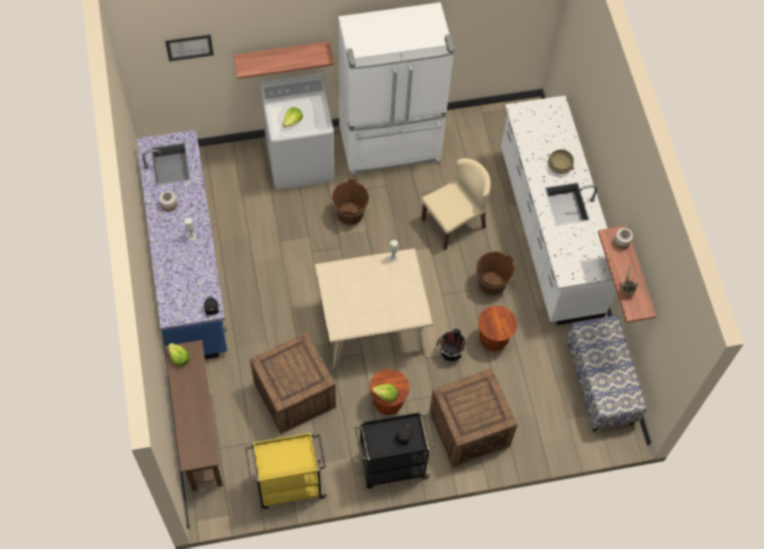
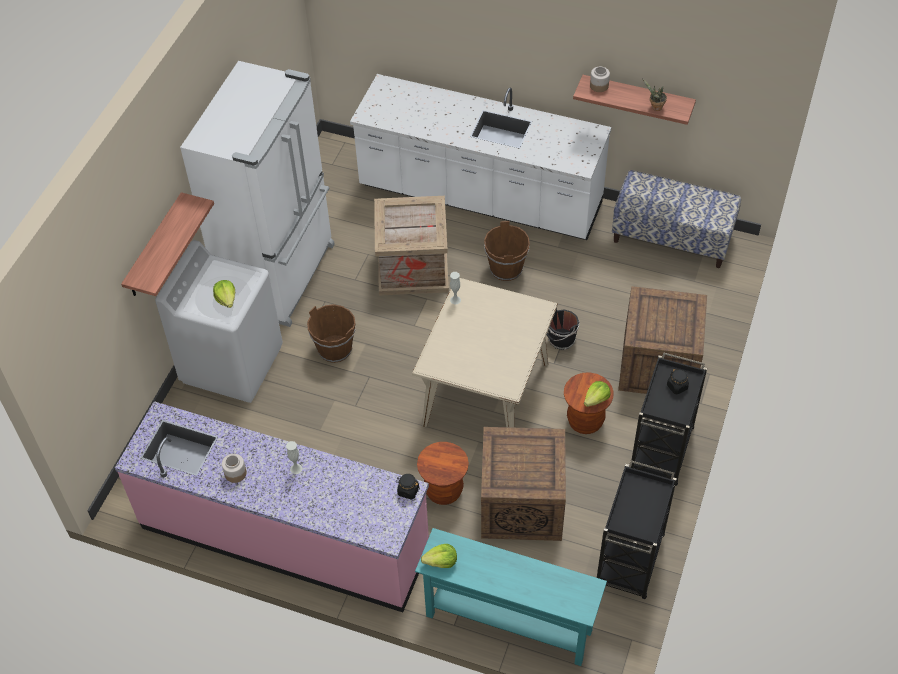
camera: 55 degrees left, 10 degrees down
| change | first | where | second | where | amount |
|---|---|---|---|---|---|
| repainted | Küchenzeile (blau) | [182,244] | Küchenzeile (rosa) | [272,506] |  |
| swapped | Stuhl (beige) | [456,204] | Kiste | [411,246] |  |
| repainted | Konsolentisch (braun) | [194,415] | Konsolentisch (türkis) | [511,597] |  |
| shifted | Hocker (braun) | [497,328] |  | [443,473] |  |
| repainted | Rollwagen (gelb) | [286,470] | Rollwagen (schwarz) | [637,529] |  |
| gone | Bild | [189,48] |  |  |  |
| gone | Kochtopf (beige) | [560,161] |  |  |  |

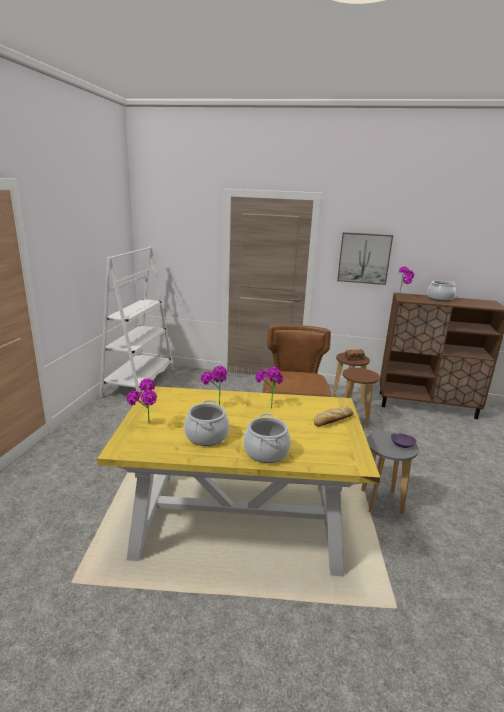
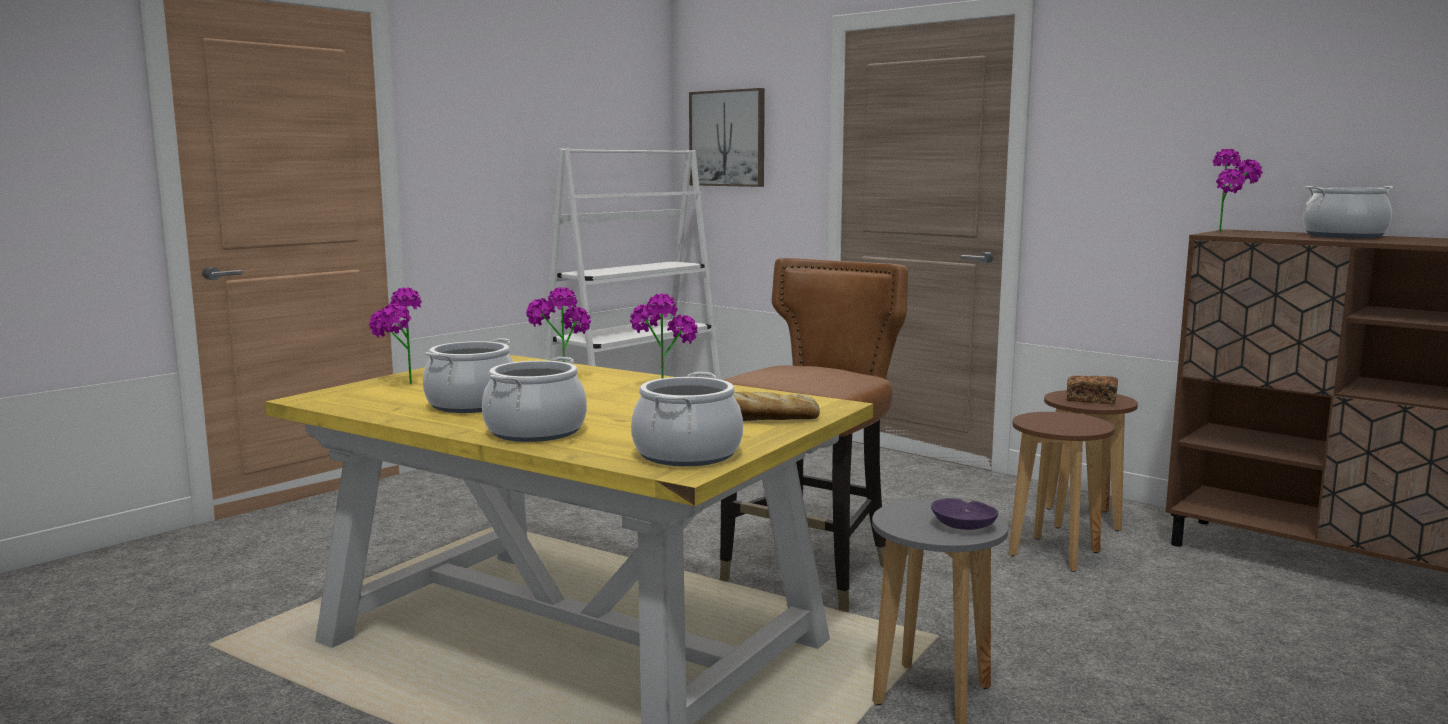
camera: 30 degrees right, 10 degrees down
| change | first | where | second | where | amount |
|---|---|---|---|---|---|
| new |  |  | Kochtopf | [687,419] |  |
| shifted | Bild | [365,258] |  | [727,137] |  |

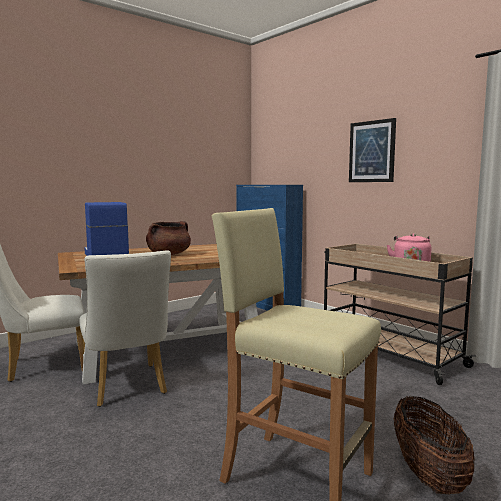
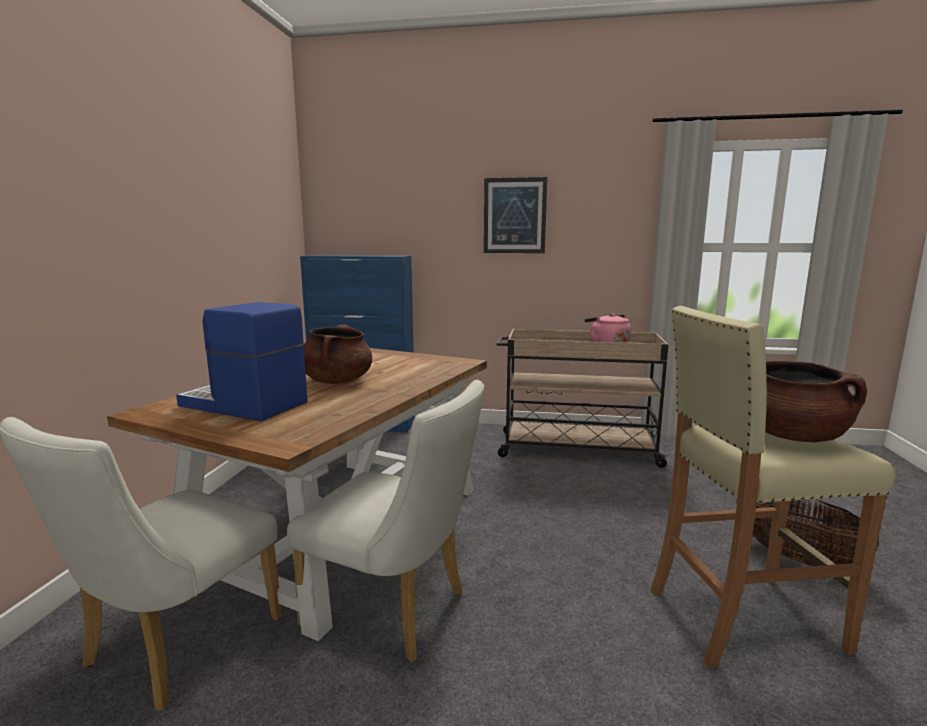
camera: 40 degrees left, 5 degrees up
| change | first | where | second | where | amount |
|---|---|---|---|---|---|
| new |  |  | Kochtopf (braun) | [816,402] |  |

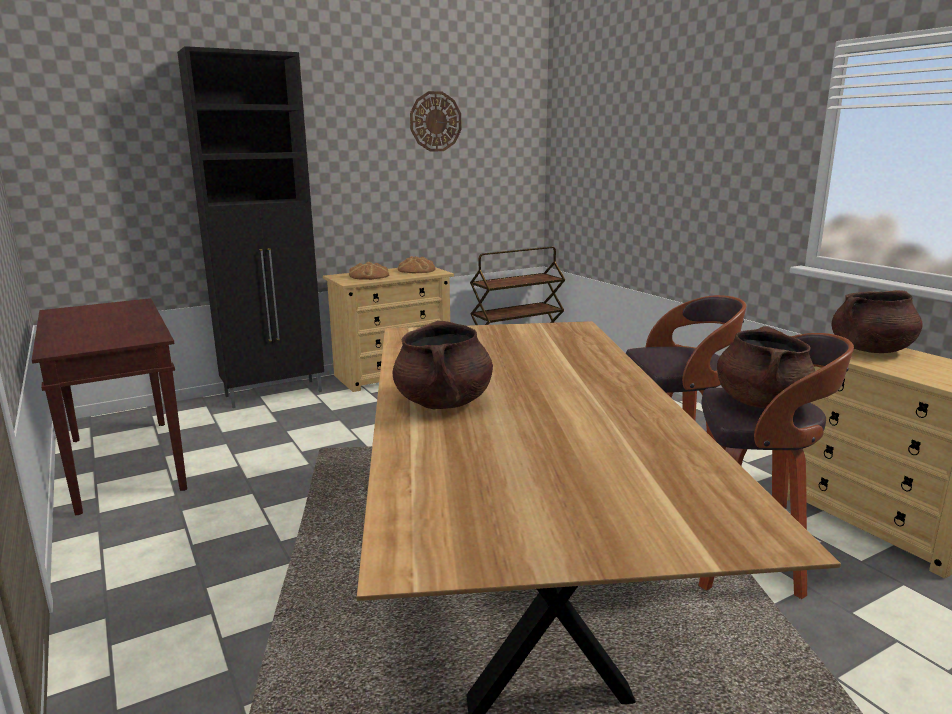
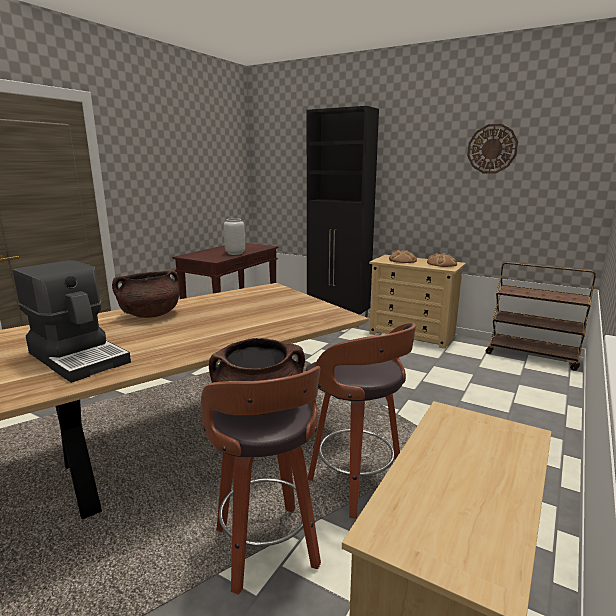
camera: 60 degrees right, 0 degrees up
| change | first | where | second | where | amount |
|---|---|---|---|---|---|
| new |  |  | Kaffeemaschine | [72,321] |  |
| new |  |  | Vase (grau) | [234,236] |  |
| gone | Kochtopf (braun) | [877,321] |  |  |  |

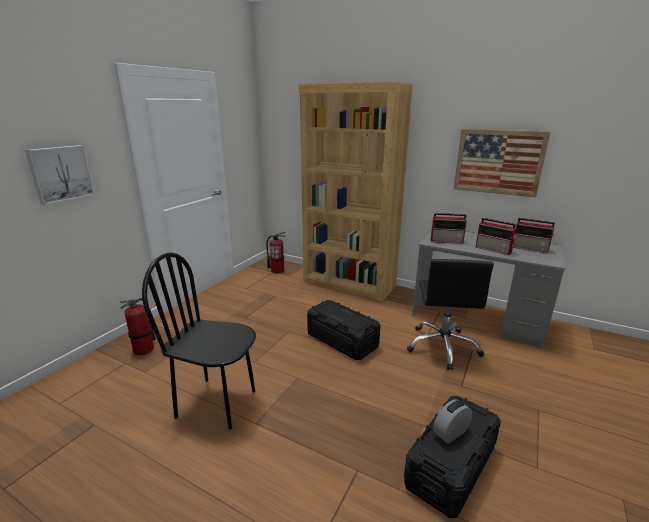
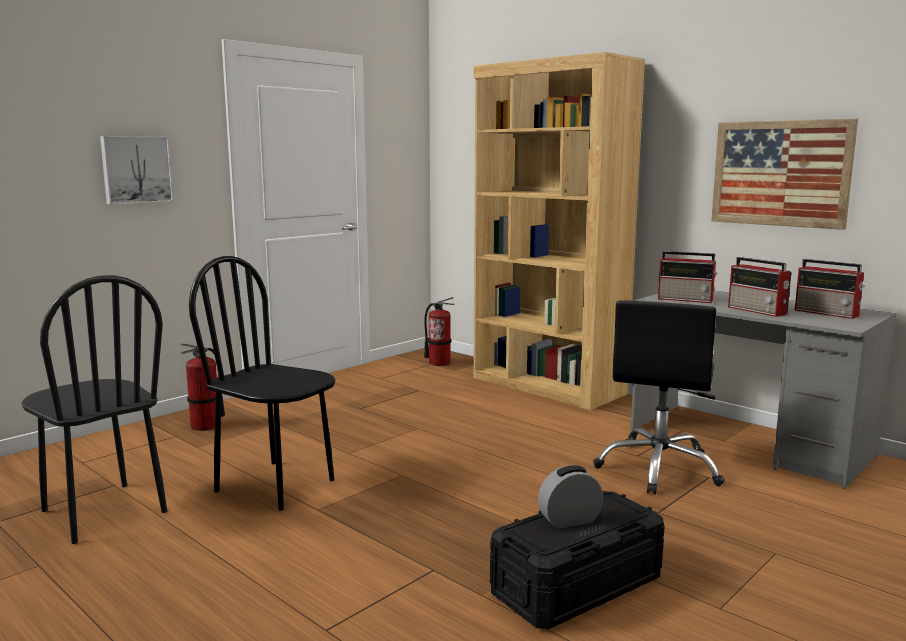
camera: 15 degrees right, 10 degrees down
| change | first | where | second | where | amount |
|---|---|---|---|---|---|
| new |  |  | Stuhl (schwarz) | [94,409] |  |
| gone | Aufbewahrungsbox (schwarz) | [344,330] |  |  |  |

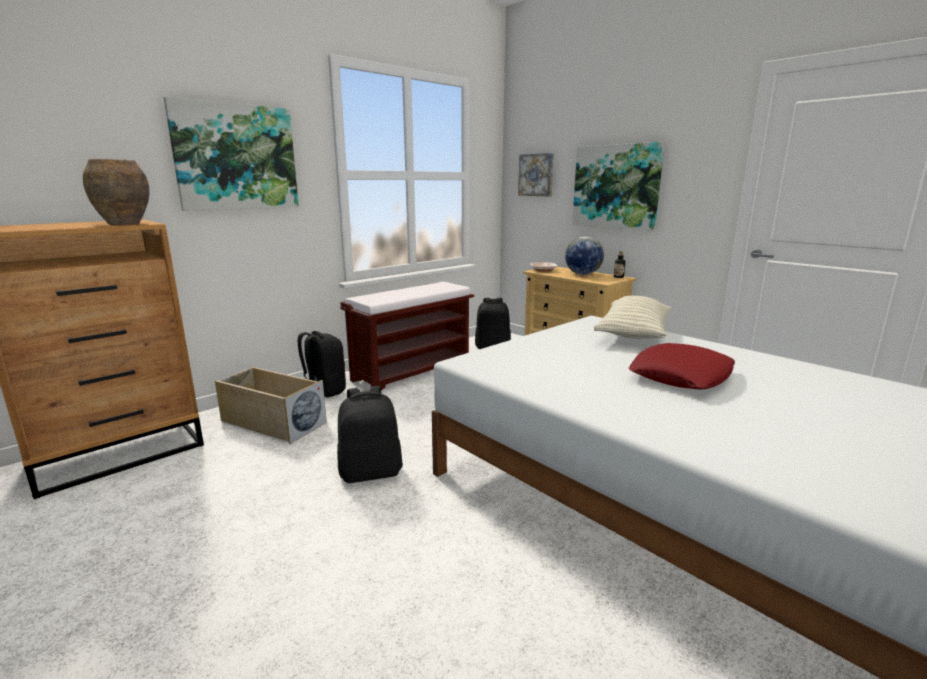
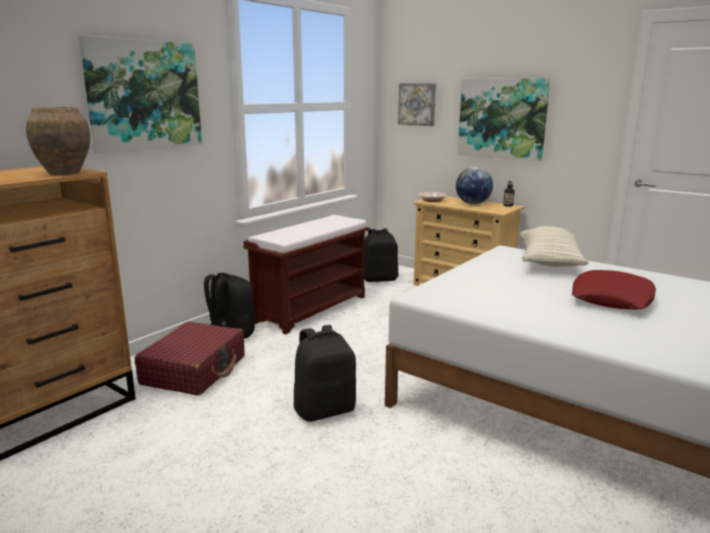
camera: 10 degrees left, 0 degrees up
| change | first | where | second | where | amount |
|---|---|---|---|---|---|
| swapped | Aufbewahrungsbox (beige) | [271,405] | Koffer (rot) | [190,359] |  |

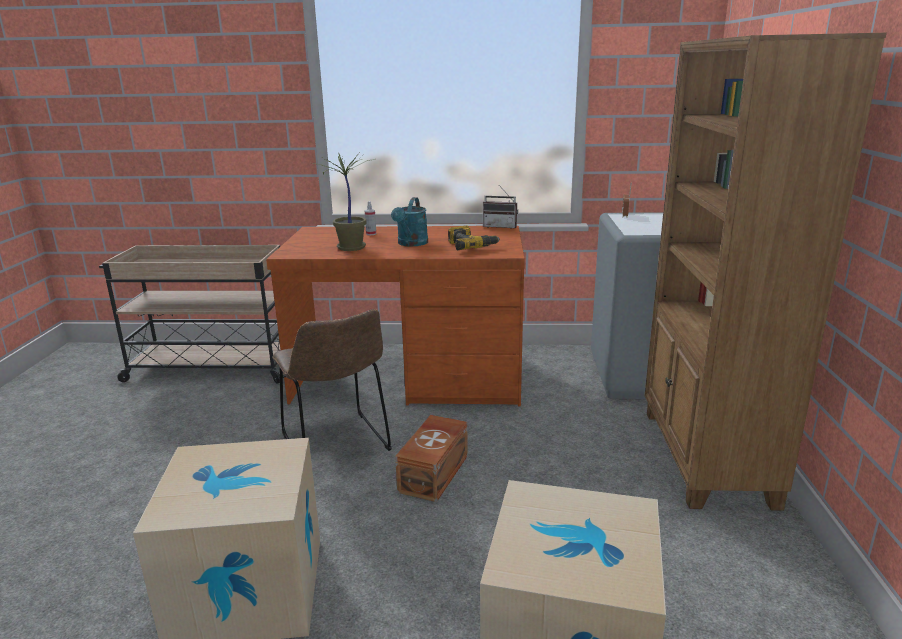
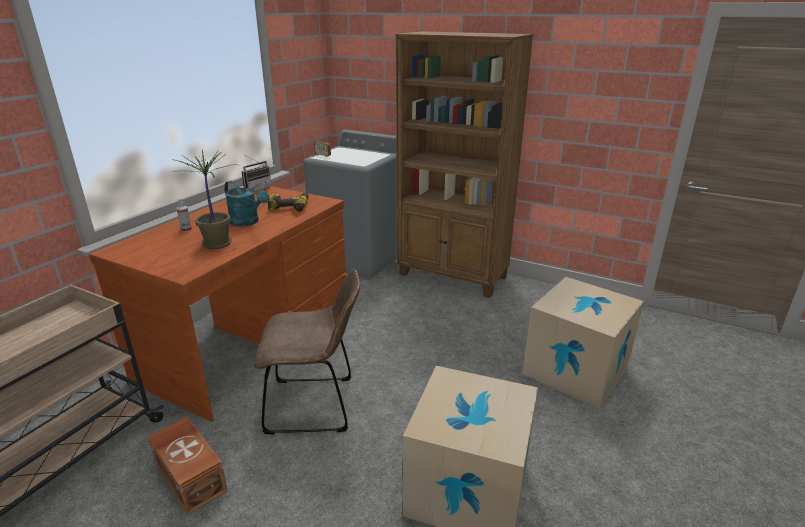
camera: 65 degrees left, 5 degrees up
| change | first | where | second | where | amount |
|---|---|---|---|---|---|
| shifted | Aufbewahrungsbox (braun) | [431,458] |  | [188,466] |  |

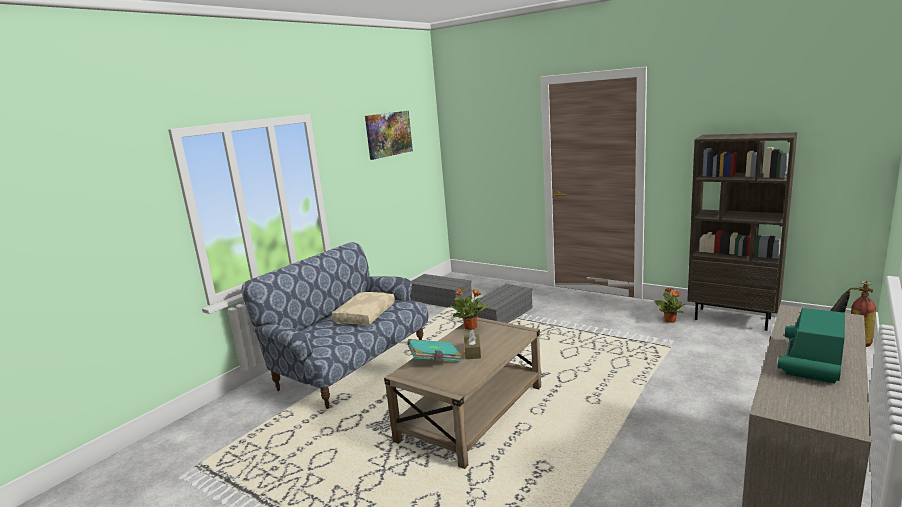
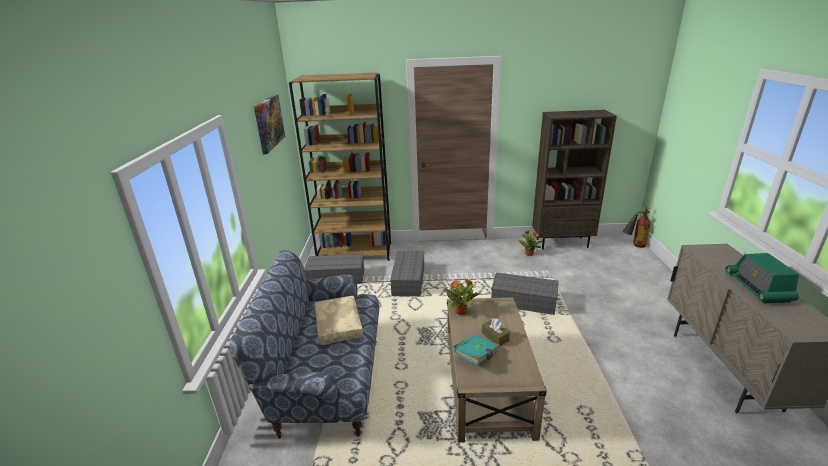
camera: 35 degrees left, 10 degrees up
| change | first | where | second | where | amount |
|---|---|---|---|---|---|
| new |  |  | Bücherregal (braun) | [340,167] |  |
| new |  |  | Aufbewahrungsbox (grau) | [525,293] |  |

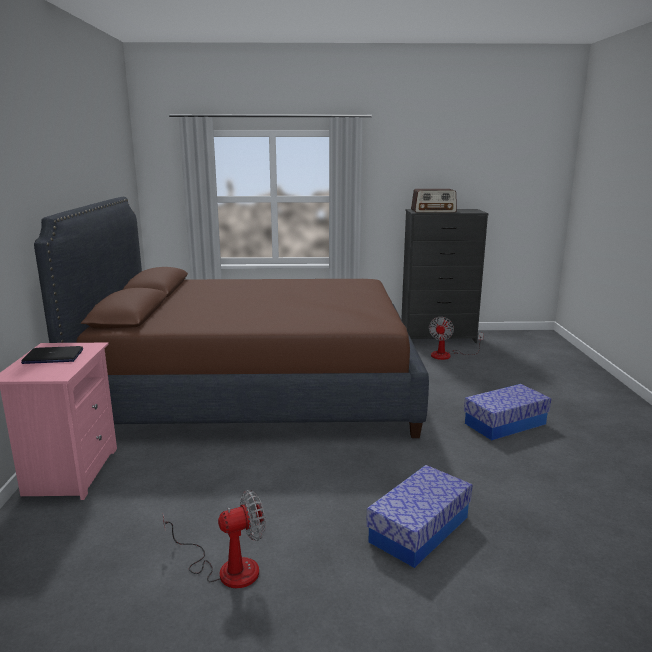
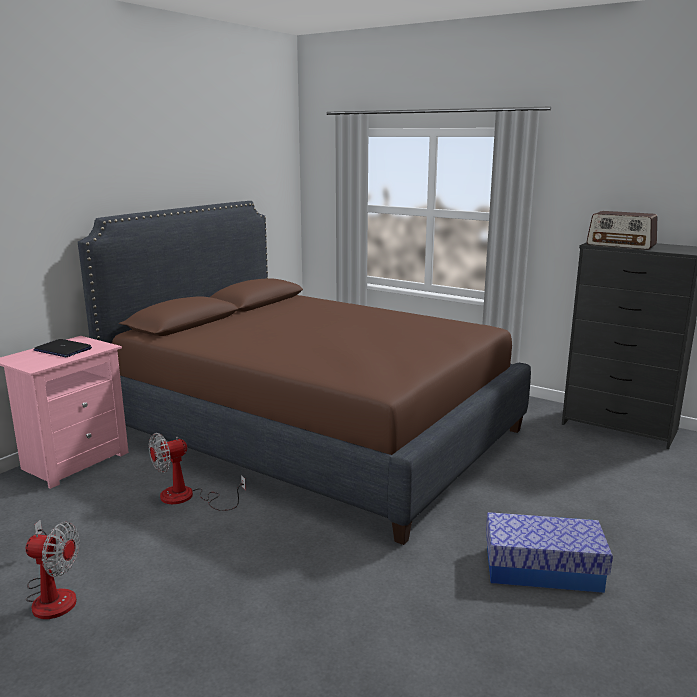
camera: 35 degrees right, 0 degrees up
| change | first | where | second | where | amount |
|---|---|---|---|---|---|
| shifted | Ventilator | [456,338] |  | [197,472] |  |
| gone | Aufbewahrungsbox | [419,516] |  |  |  |

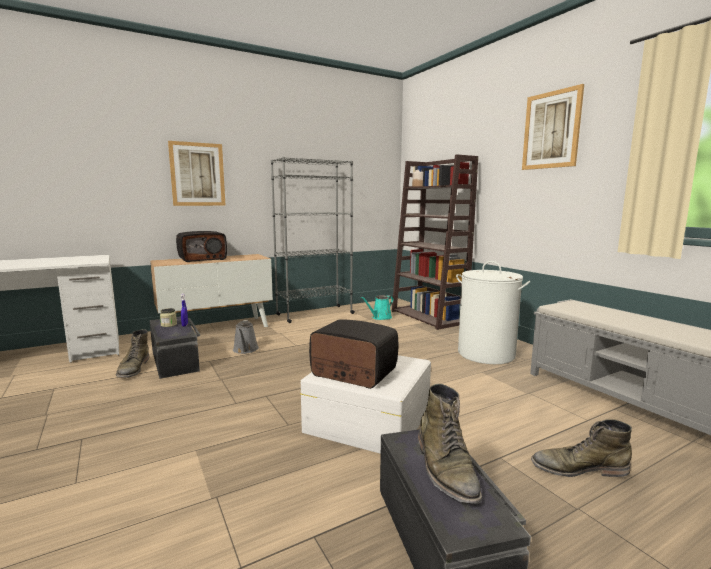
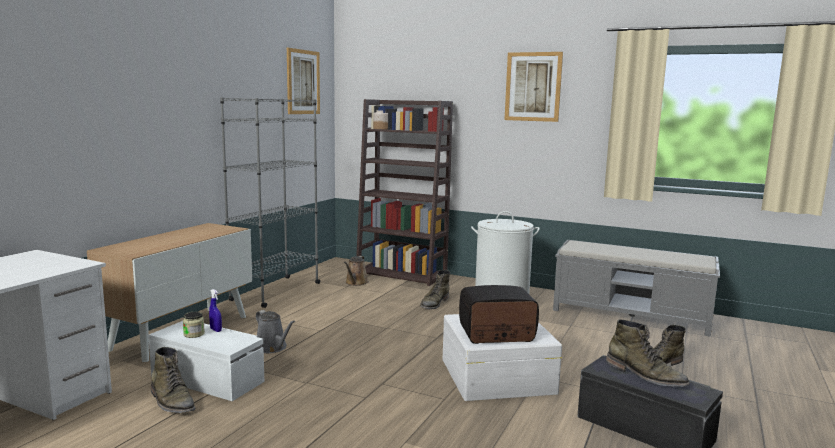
camera: 35 degrees left, 0 degrees up
| change | first | where | second | where | amount |
|---|---|---|---|---|---|
| repainted | Aufbewahrungsbox (schwarz) | [175,347] | Aufbewahrungsbox (weiß) | [206,361] |  |
| shifted | Bild | [197,173] |  | [303,81] |  |
| repainted | Gießkanne (türkis) | [377,307] | Gießkanne (braun) | [356,271] |  |
| new |  |  | Stiefel (grün) | [435,289] |  |
| gone | Radio | [201,246] |  |  |  |

